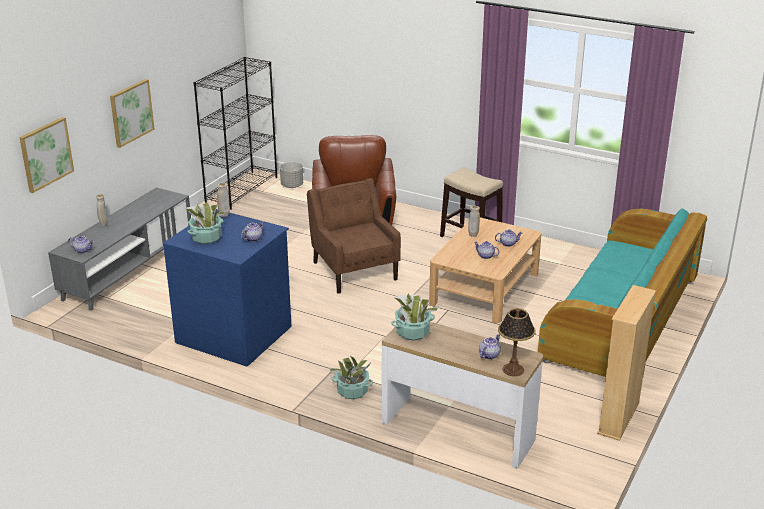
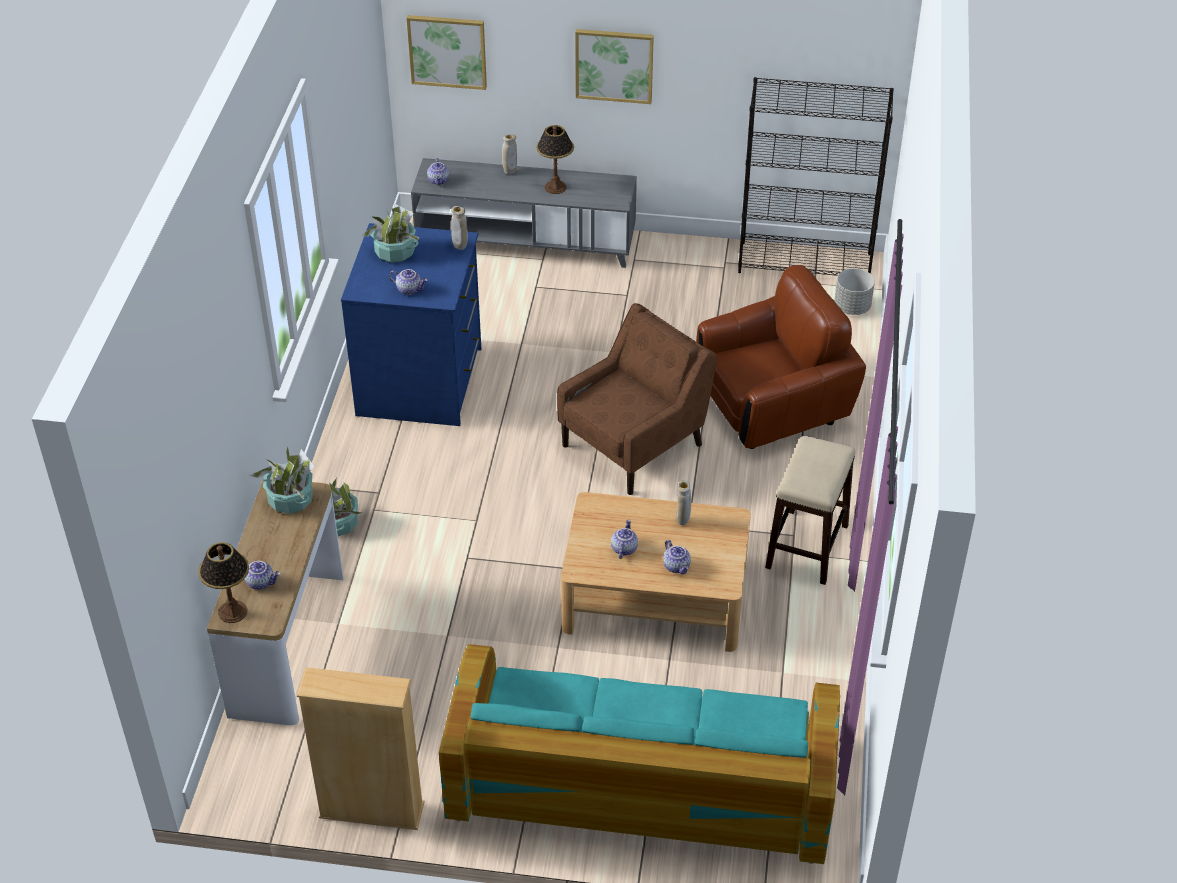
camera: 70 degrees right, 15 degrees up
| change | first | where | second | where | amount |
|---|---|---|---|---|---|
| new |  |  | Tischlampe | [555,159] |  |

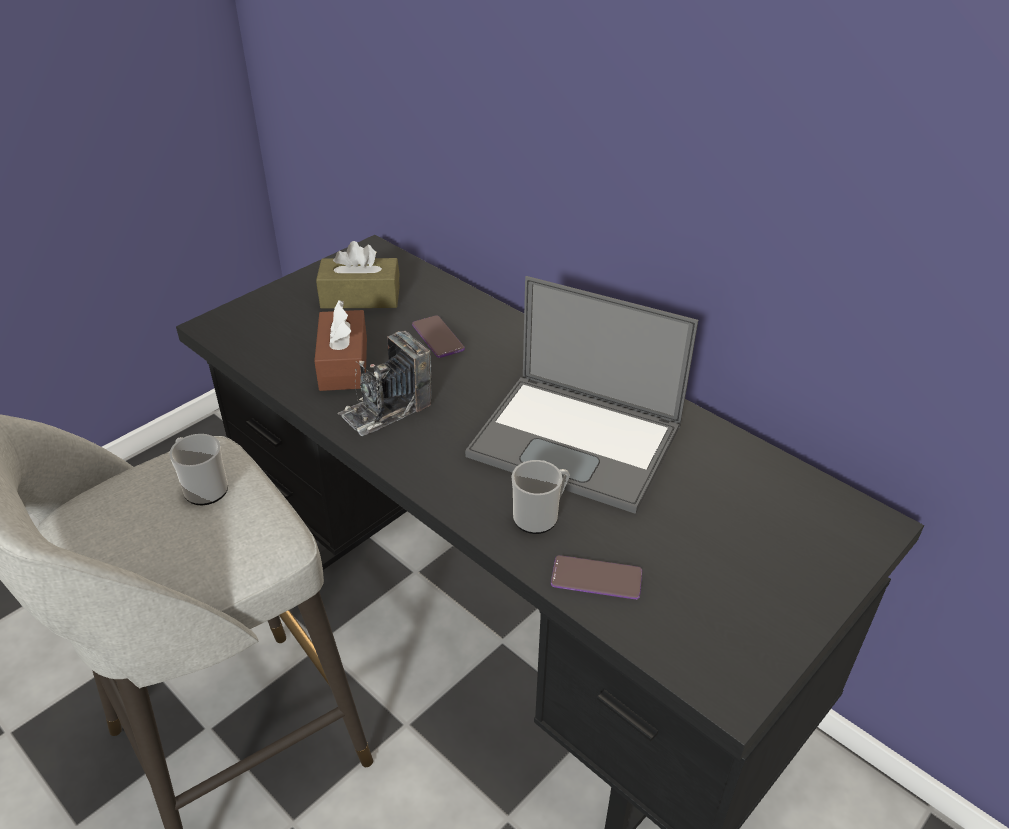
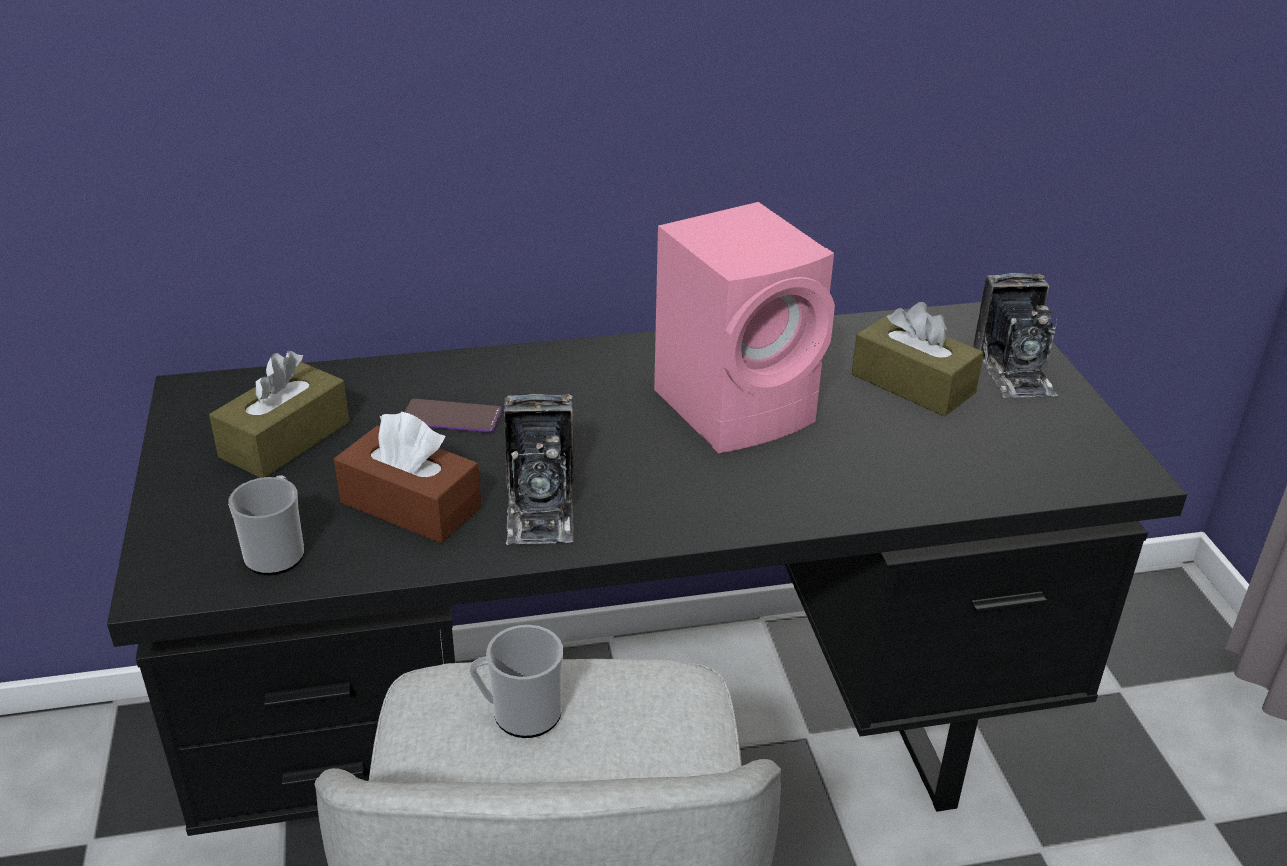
camera: 55 degrees left, 5 degrees down
| change | first | where | second | where | amount |
|---|---|---|---|---|---|
| shifted | Henkelbecher | [541,497] |  | [266,525] |  |
| swapped | Laptop | [581,395] | Lautsprecher (rosa) | [744,327] |  |
| new |  |  | Taschentuchbox (braun) | [918,359] |  |
| new |  |  | Kamera | [1016,335] |  |
| gone | Handy | [596,577] |  |  |  |

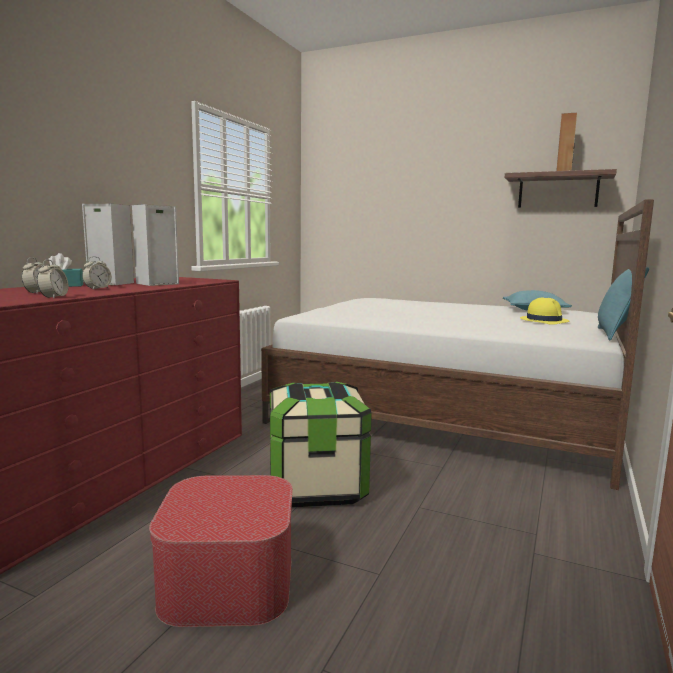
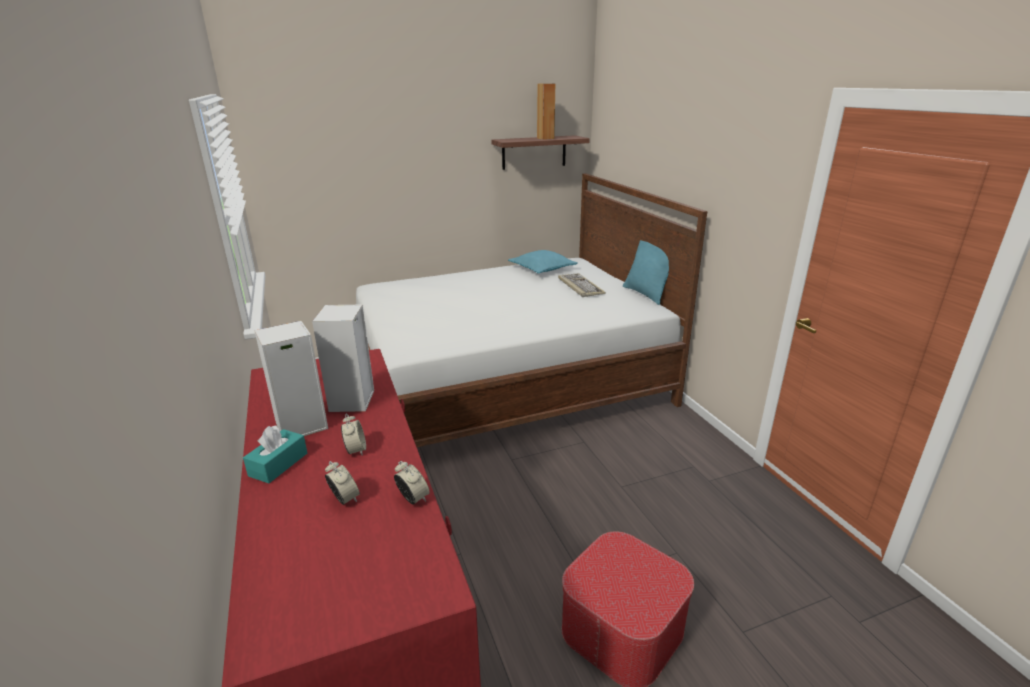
camera: 45 degrees left, 15 degrees up
| change | first | where | second | where | amount |
|---|---|---|---|---|---|
| swapped | Hut (gelb) | [544,311] | Tastatur | [582,285] |  |
| gone | Aufbewahrungsbox | [321,444] |  |  |  |

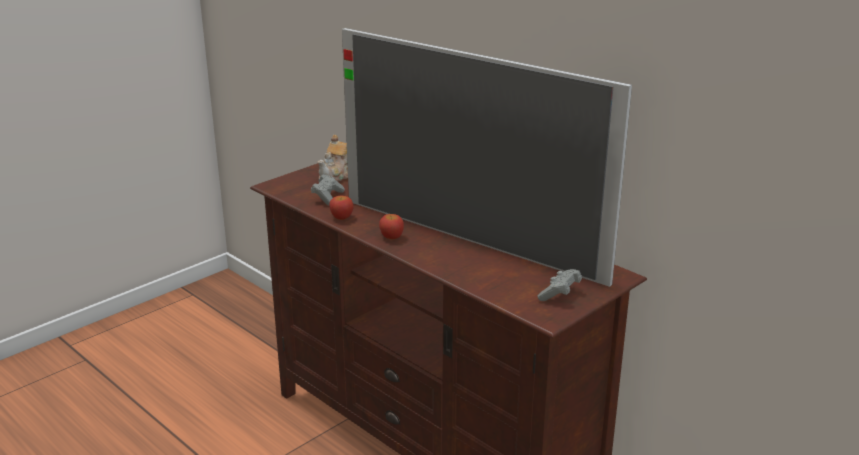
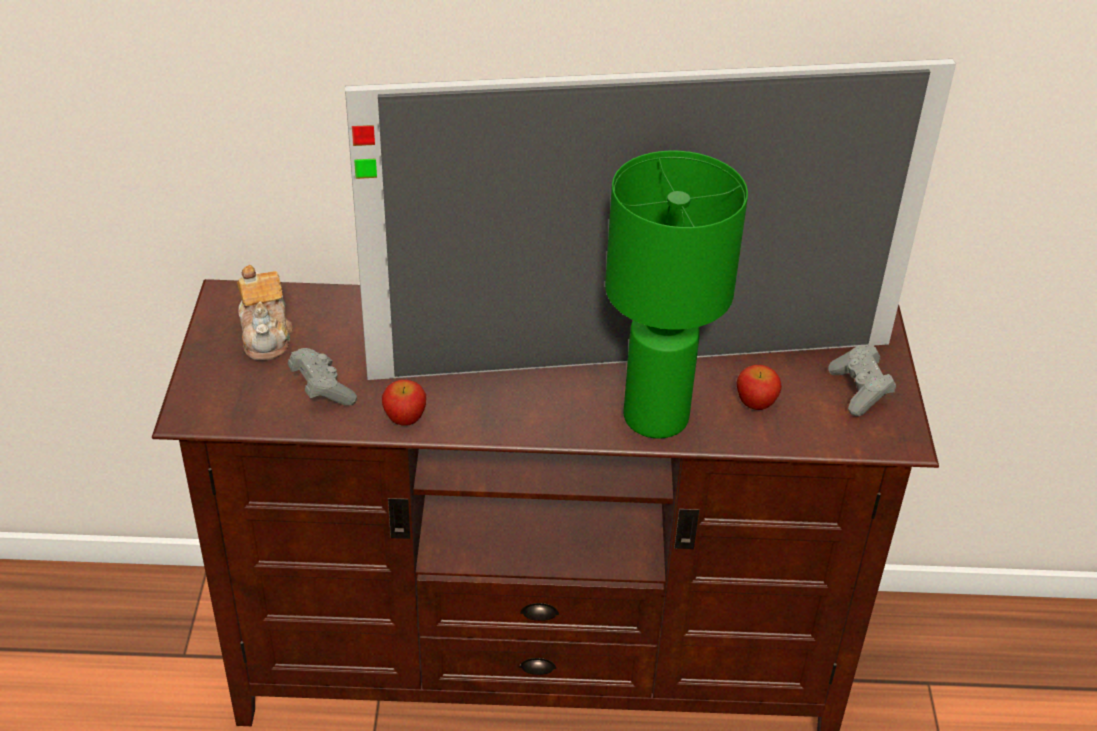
camera: 45 degrees left, 15 degrees up
| change | first | where | second | where | amount |
|---|---|---|---|---|---|
| new |  |  | Tischlampe (grün) | [676,295] |  |
| shifted | Apfel | [391,226] |  | [759,387] |  |

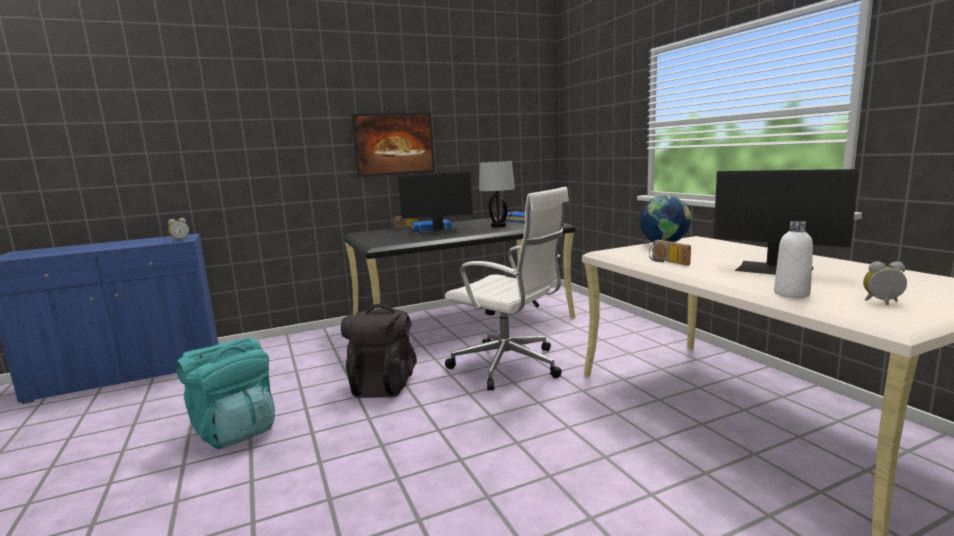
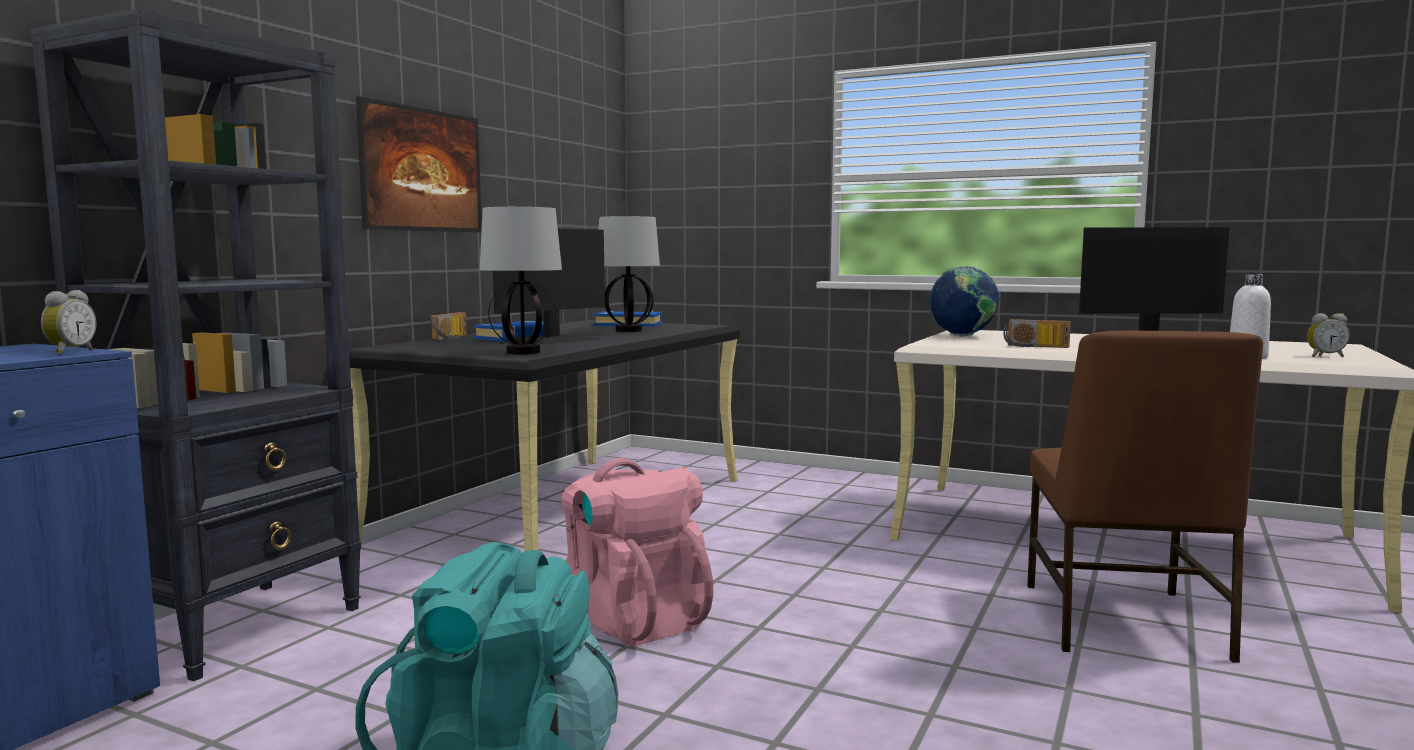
camera: 40 degrees left, 5 degrees down
| change | first | where | second | where | amount |
|---|---|---|---|---|---|
| new |  |  | Bücherregal (schwarz) | [196,344] |  |
| new |  |  | Tischlampe | [521,280] |  |
| repainted | Rucksack (schwarz) | [379,350] | Rucksack (rosa) | [637,552] |  |
| new |  |  | Stuhl (braun) | [1145,496] |  |
| rotated | Wecker | [885,283] |  | [1328,335] | 150 degrees counterclockwise |
| gone | Bürostuhl (weiß) | [507,289] |  |  |  |

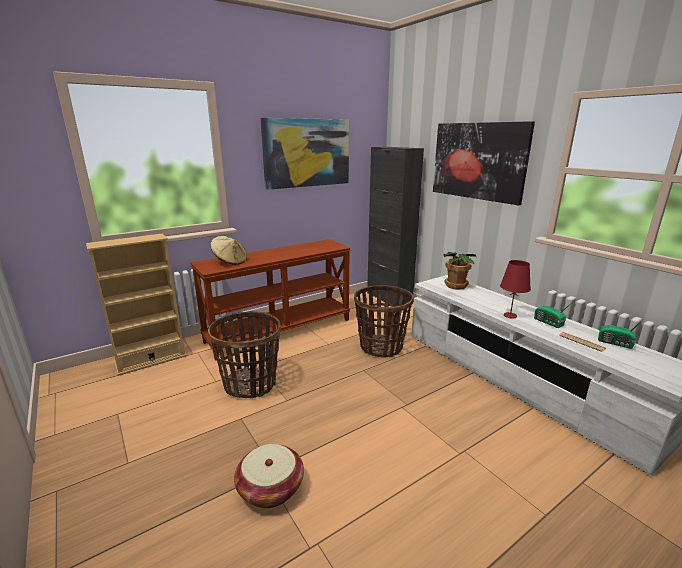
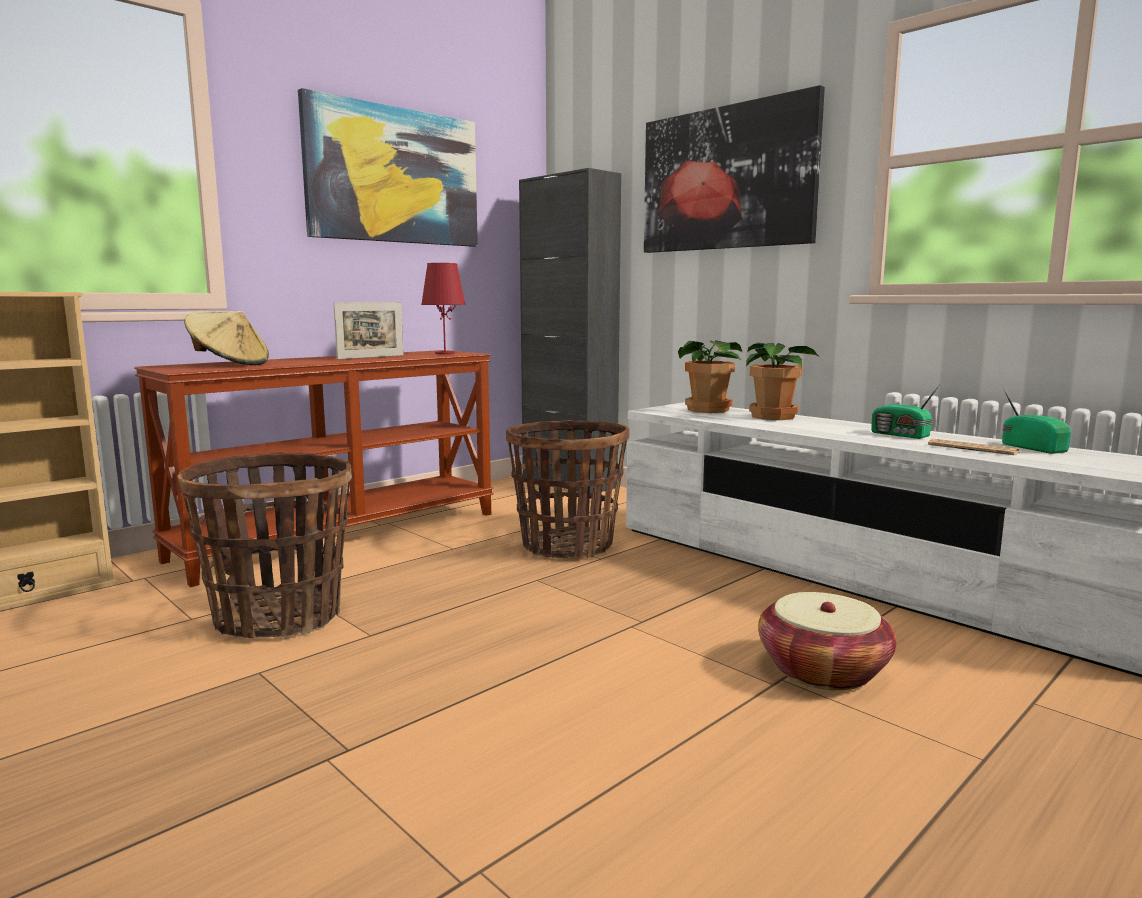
camera: 10 degrees left, 10 degrees down
| change | first | where | second | where | amount |
|---|---|---|---|---|---|
| new |  |  | Bilderrahmen | [368,330] |  |
| shifted | Tischlampe (rot) | [515,289] |  | [443,308] |  |
| new |  |  | Topfpflanze | [782,381] |  |
| shifted | Korb | [269,476] |  | [827,641] |  |
| rotated | Radio | [620,334] |  | [1036,421] | 135 degrees counterclockwise |

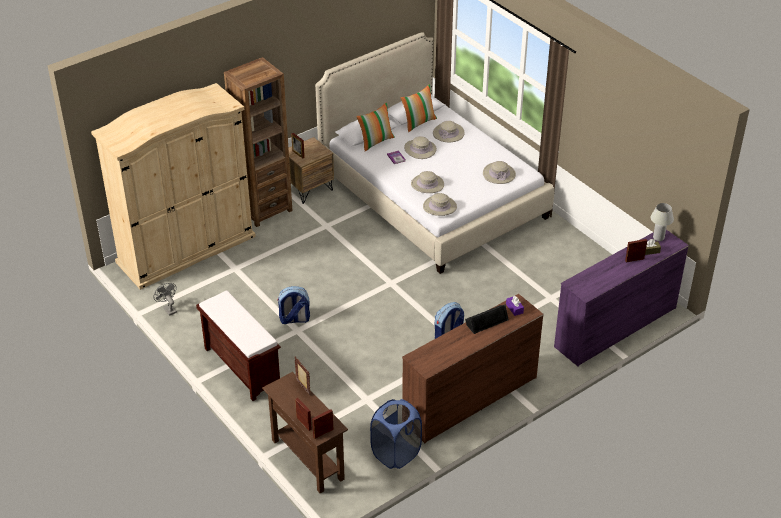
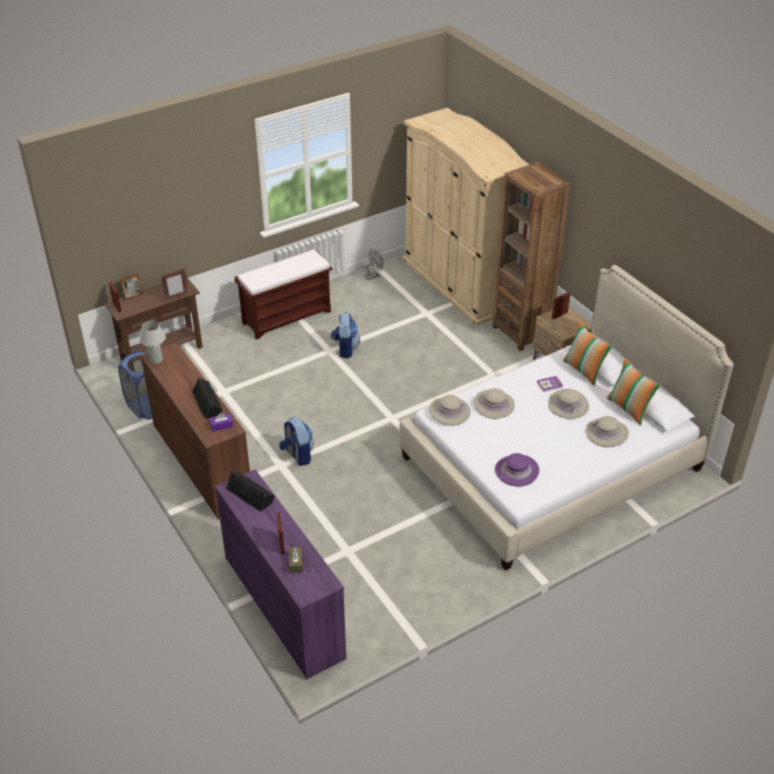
camera: 95 degrees right, 0 degrees up
| change | first | where | second | where | amount |
|---|---|---|---|---|---|
| shifted | Tischlampe (weiß) | [662,222] |  | [152,342] |  |
| new |  |  | Lautsprecher (schwarz) | [250,491] |  |
| repainted | Hut (beige) | [499,172] | Hut (lila) | [517,470] |  |

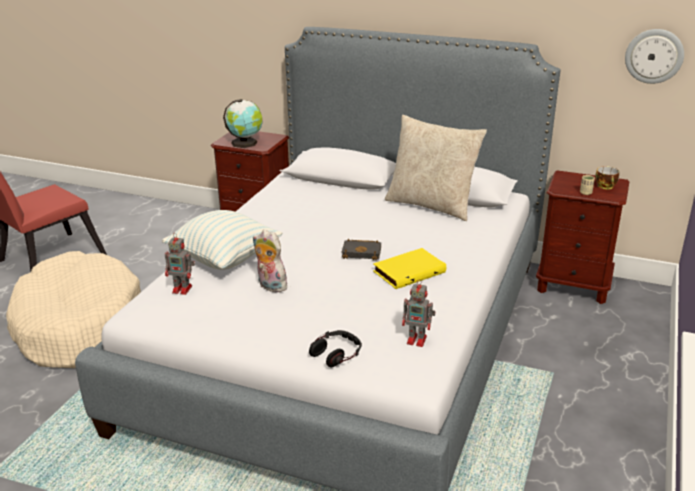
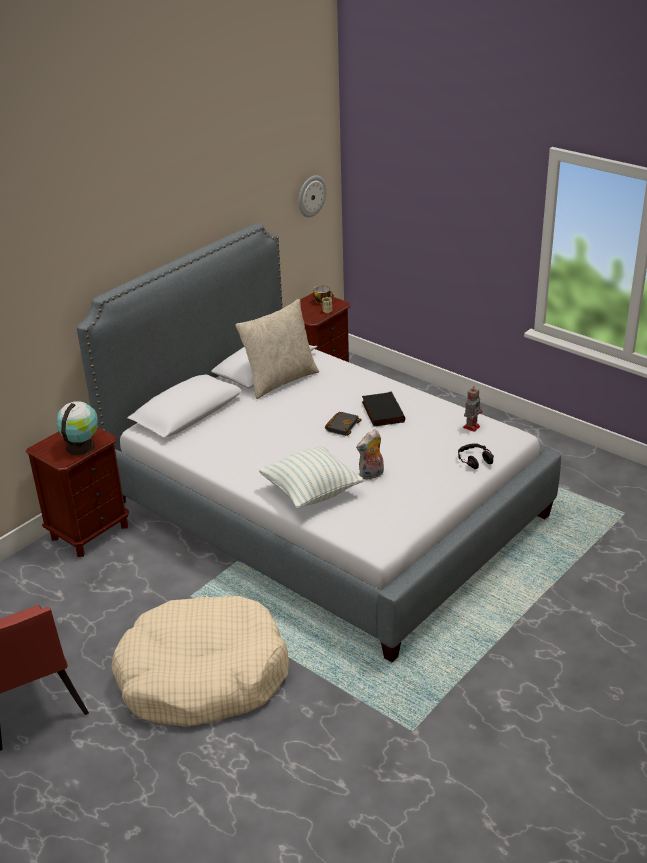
camera: 70 degrees left, 5 degrees up
| change | first | where | second | where | amount |
|---|---|---|---|---|---|
| repainted | Buch (gelb) | [409,268] | Buch (schwarz) | [383,409] |  |
| gone | Spielzeugroboter | [180,264] |  |  |  |

